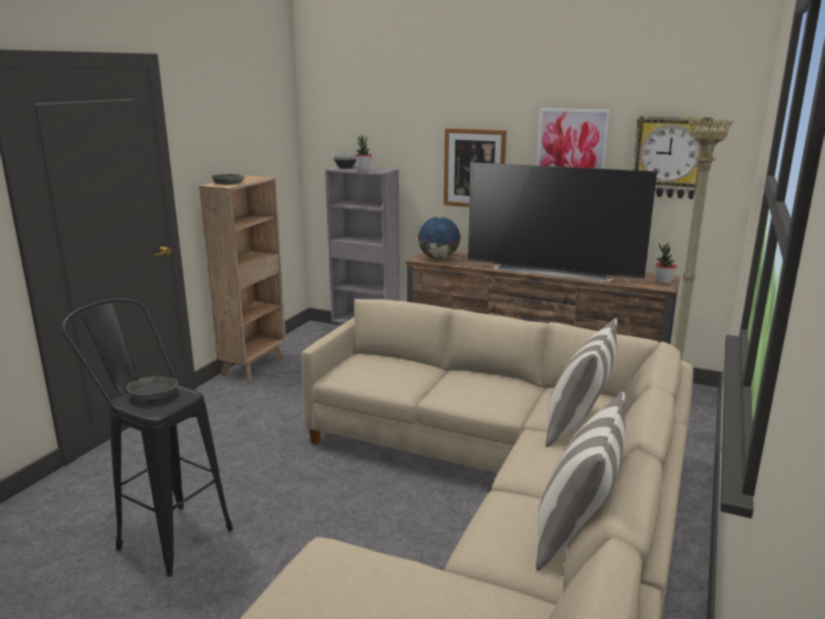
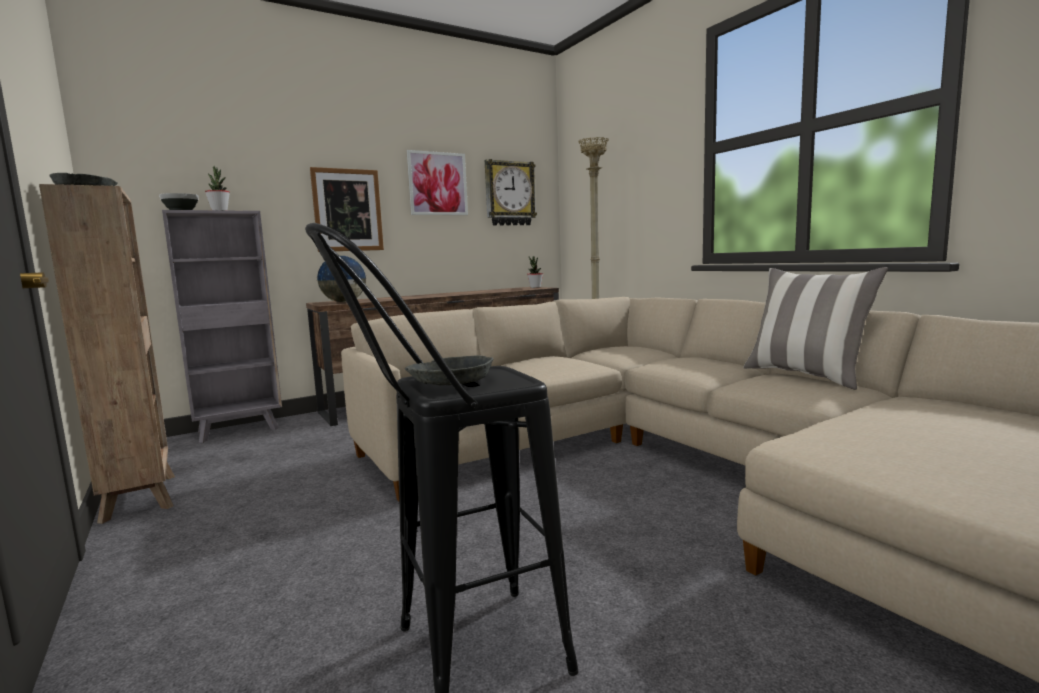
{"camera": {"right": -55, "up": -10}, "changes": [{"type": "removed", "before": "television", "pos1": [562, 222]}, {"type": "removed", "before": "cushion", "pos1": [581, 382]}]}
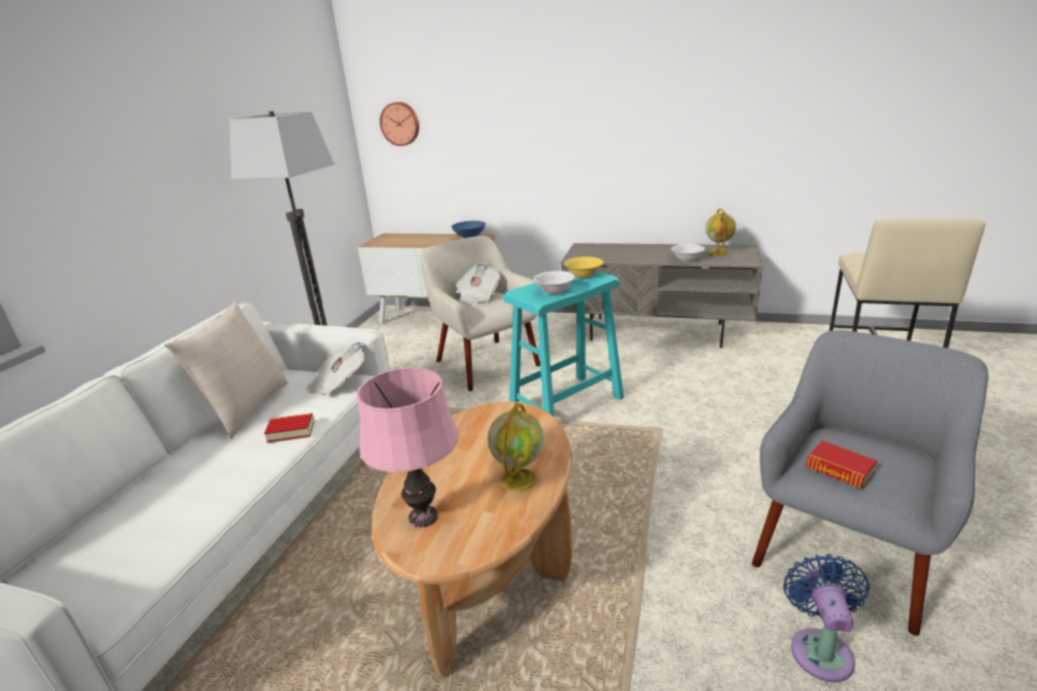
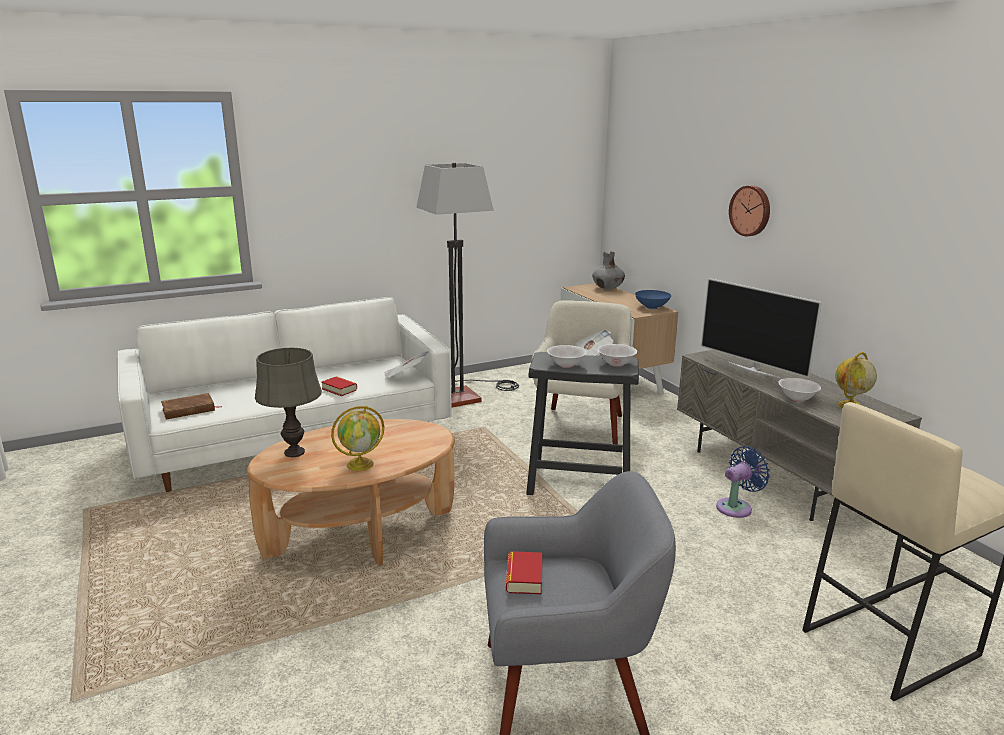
{"camera": {"right": 45, "up": -5}, "changes": [{"type": "added", "after": "bound book (brownish)", "pos2": [191, 406]}, {"type": "recoloured", "before": "tabletop lamp (pink)", "after": "tabletop lamp (gray)", "pos1": [408, 448], "pos2": [288, 402]}, {"type": "recoloured", "before": "stool (turquoise)", "after": "stool (black)", "pos1": [563, 344], "pos2": [582, 423]}, {"type": "added", "after": "decorative vase (gray)", "pos2": [608, 270]}, {"type": "recoloured", "before": "serving bowl (yellowish)", "after": "serving bowl (white-coloured)", "pos1": [584, 268], "pos2": [617, 355]}, {"type": "added", "after": "television", "pos2": [761, 328]}, {"type": "moved", "before": "cooling fan (blue-coloured)", "pos1": [826, 618], "pos2": [743, 482]}, {"type": "moved", "before": "wall clock", "pos1": [399, 124], "pos2": [749, 210]}, {"type": "removed", "before": "cushion (beige-coloured)", "pos1": [226, 370]}]}
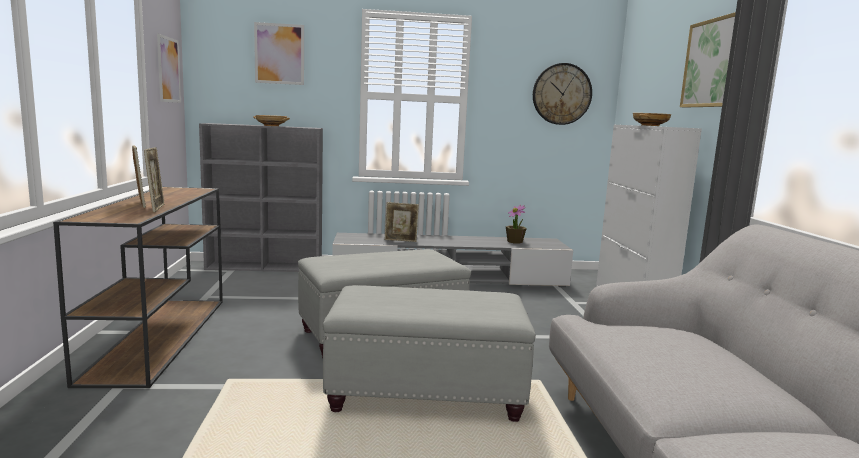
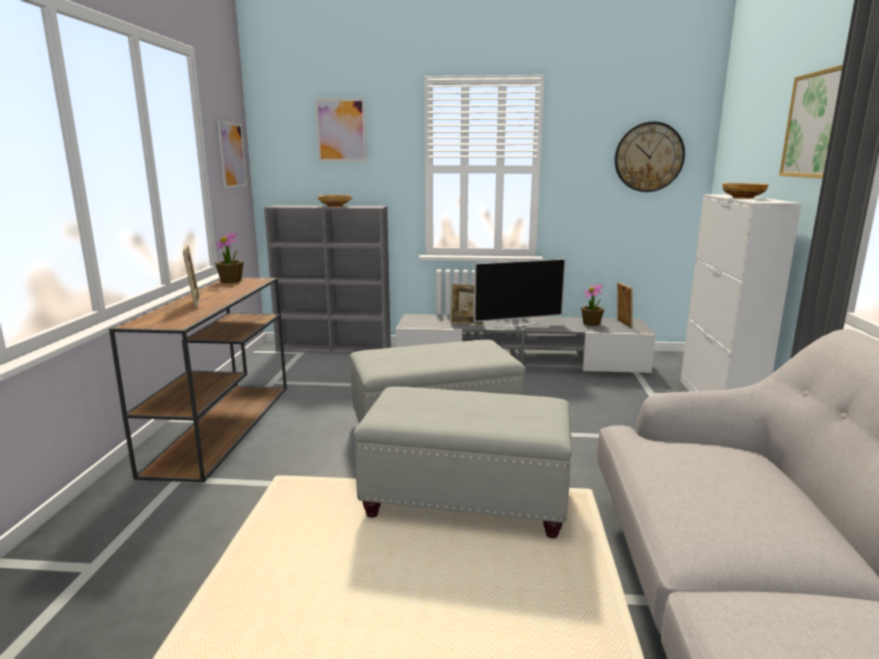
{"camera": {"right": 10, "up": 5}, "changes": [{"type": "added", "after": "houseplant", "pos2": [229, 257]}, {"type": "added", "after": "television", "pos2": [520, 293]}, {"type": "moved", "before": "photo frame", "pos1": [154, 179], "pos2": [625, 305]}]}
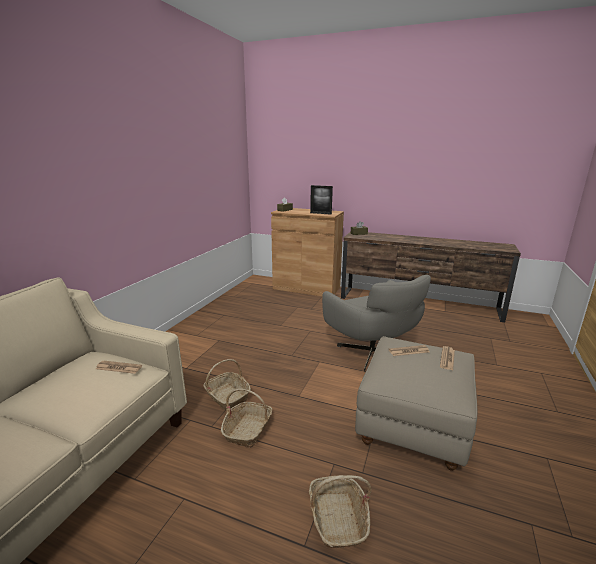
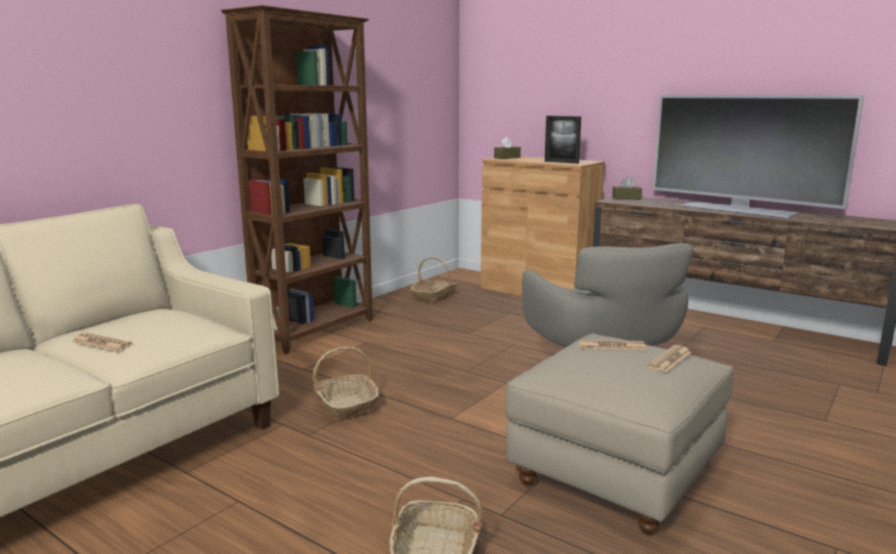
{"camera": {"right": 15, "up": -5}, "changes": [{"type": "moved", "before": "printed paper", "pos1": [119, 367], "pos2": [101, 342]}, {"type": "added", "after": "bookshelf (brownish)", "pos2": [297, 179]}, {"type": "moved", "before": "basket", "pos1": [246, 418], "pos2": [434, 280]}, {"type": "added", "after": "television", "pos2": [758, 157]}]}
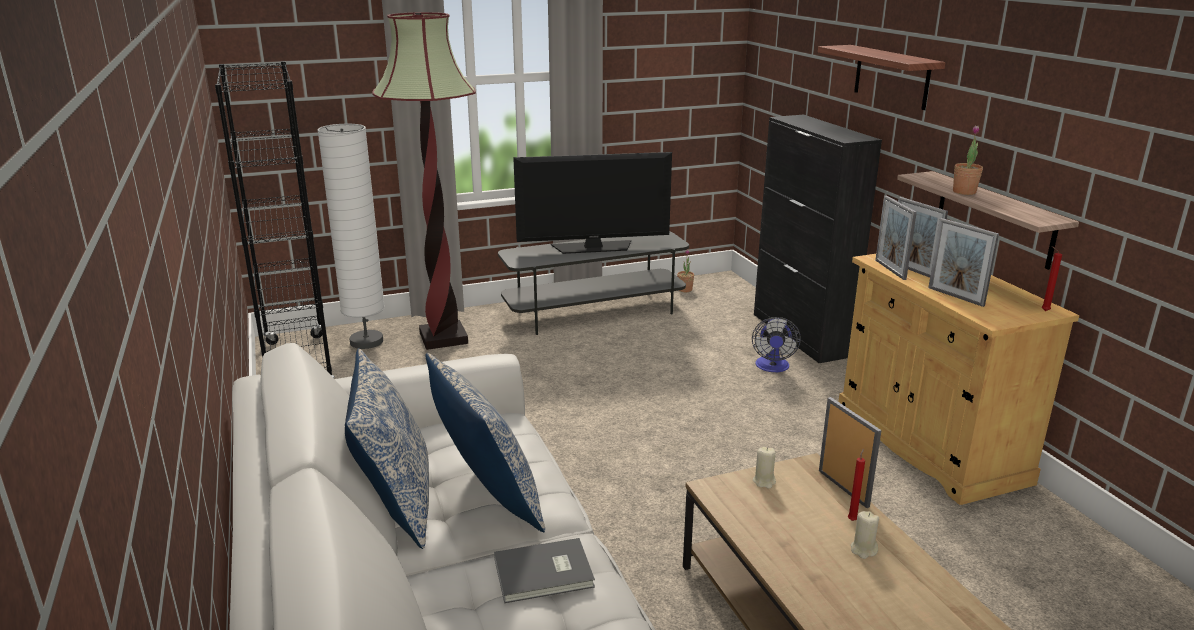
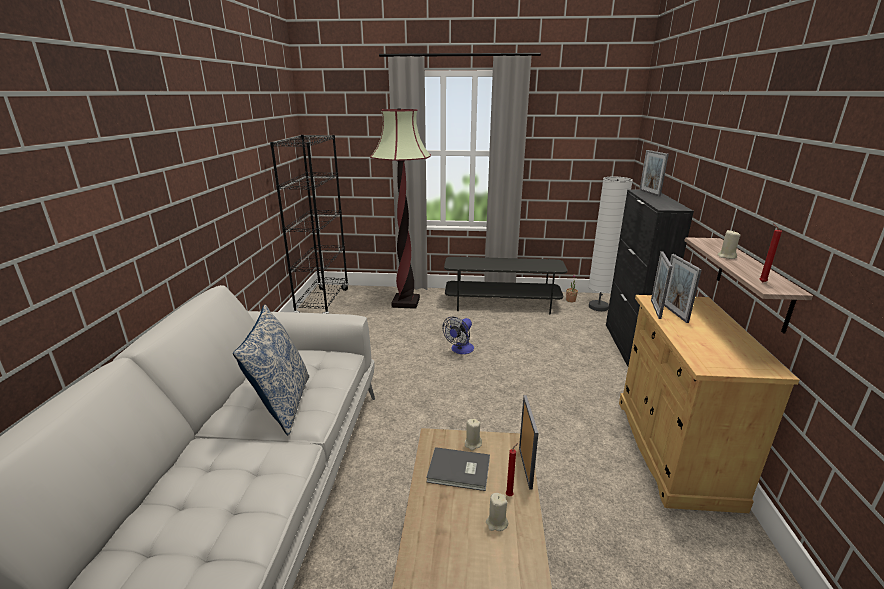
{"camera": {"right": 25, "up": 0}, "changes": [{"type": "moved", "before": "bound book (gray)", "pos1": [544, 570], "pos2": [458, 469]}, {"type": "moved", "before": "cooling fan", "pos1": [776, 344], "pos2": [458, 335]}, {"type": "moved", "before": "standard lamp (white-coloured)", "pos1": [351, 236], "pos2": [610, 244]}, {"type": "moved", "before": "photo frame", "pos1": [963, 262], "pos2": [654, 173]}, {"type": "replaced", "before": "houseplant", "after": "candle (beige-coloured)", "pos1": [968, 160], "pos2": [728, 244]}, {"type": "moved", "before": "candle (reddish)", "pos1": [1052, 278], "pos2": [770, 252]}, {"type": "removed", "before": "cushion", "pos1": [387, 448]}, {"type": "removed", "before": "television", "pos1": [592, 203]}, {"type": "removed", "before": "bracket shelf", "pos1": [882, 77]}]}
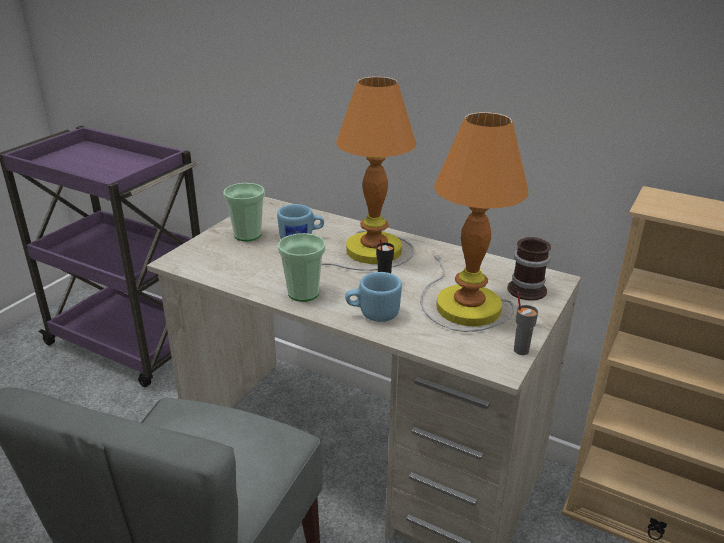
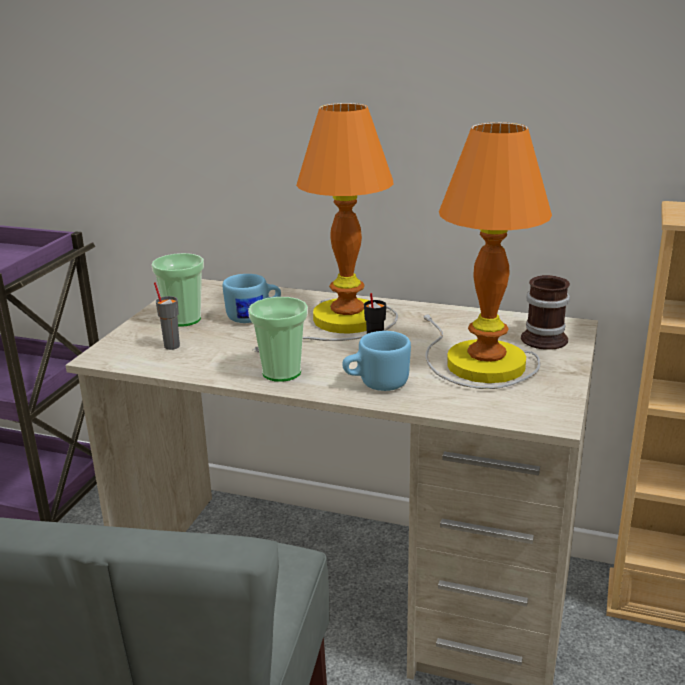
{"camera": {"right": -10, "up": -5}, "changes": [{"type": "moved", "before": "small cup (gray)", "pos1": [526, 323], "pos2": [167, 316]}]}
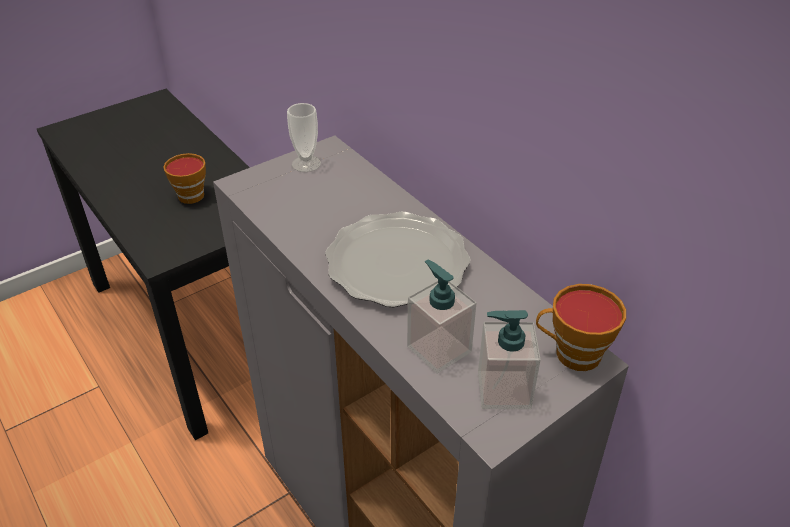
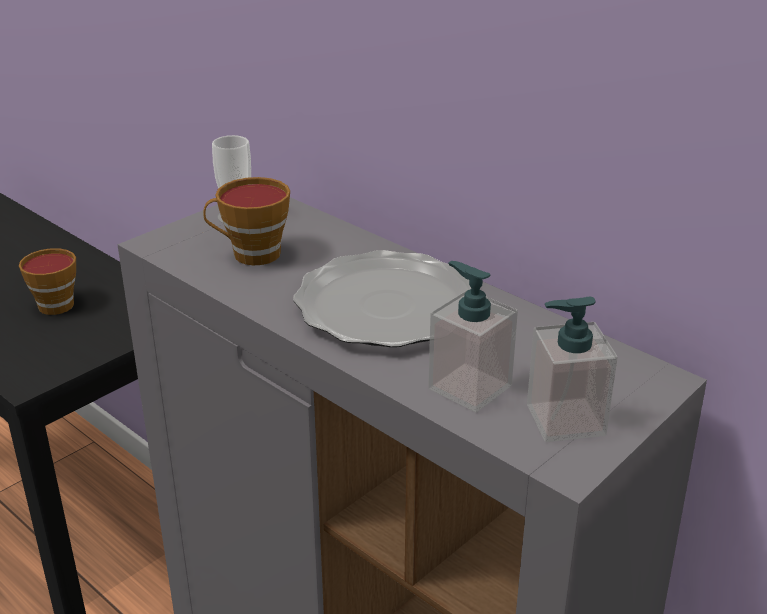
{"camera": {"right": -10, "up": -10}, "changes": [{"type": "moved", "before": "small cup", "pos1": [581, 327], "pos2": [246, 221]}]}
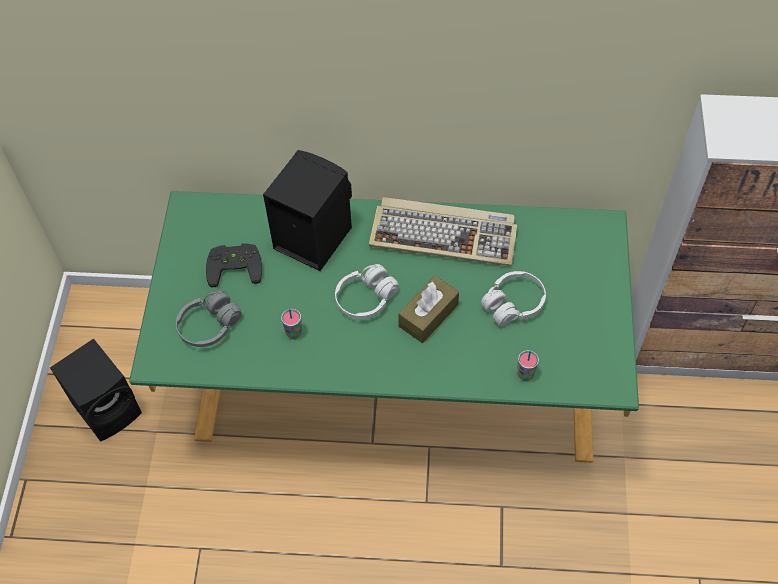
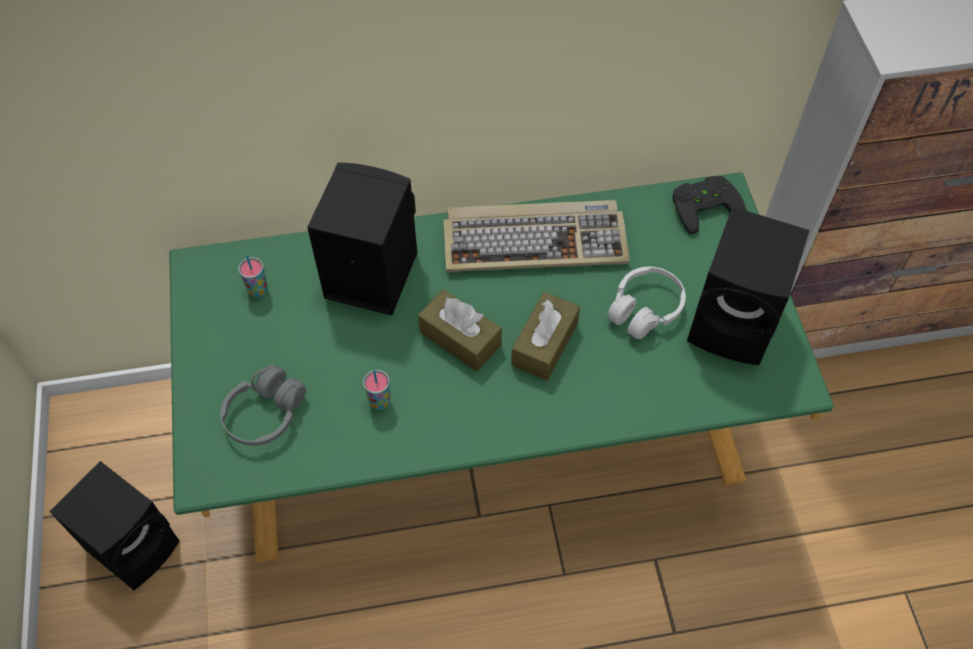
{"camera": {"right": -15, "up": 0}, "changes": [{"type": "moved", "before": "small cup", "pos1": [528, 365], "pos2": [253, 276]}, {"type": "replaced", "before": "headset (white-coloured)", "after": "box of tissues (brownish)", "pos1": [367, 291], "pos2": [460, 330]}, {"type": "moved", "before": "game controller (black)", "pos1": [234, 265], "pos2": [709, 205]}, {"type": "added", "after": "speaker (black)", "pos2": [748, 286]}]}
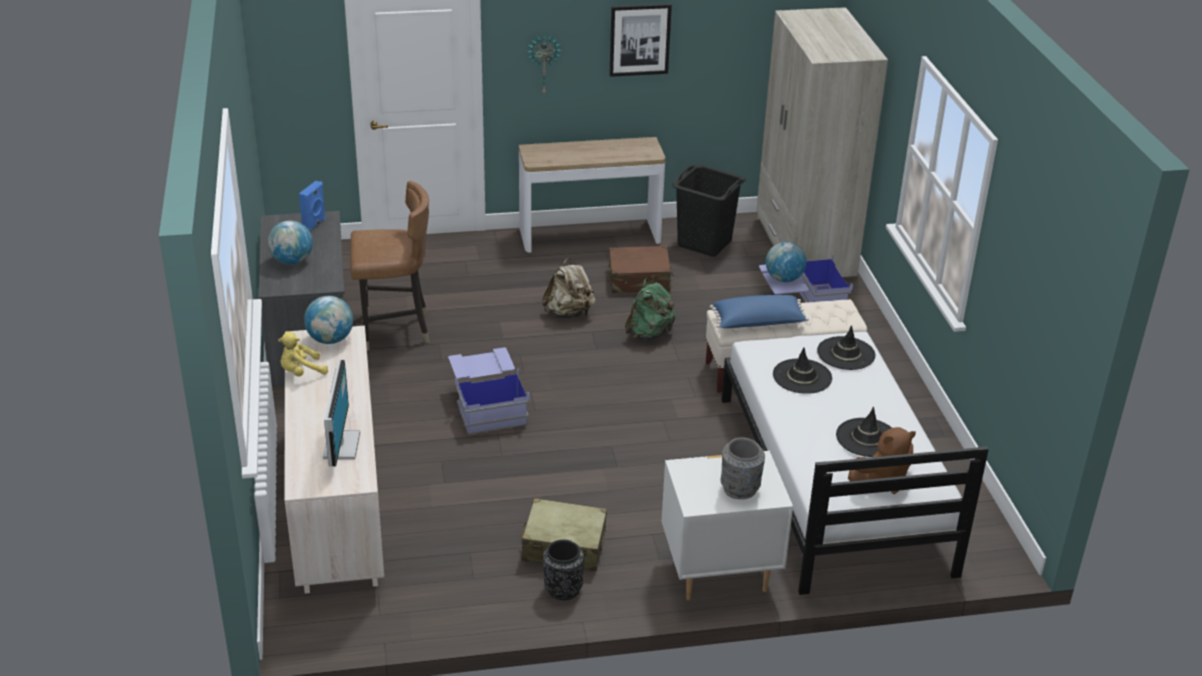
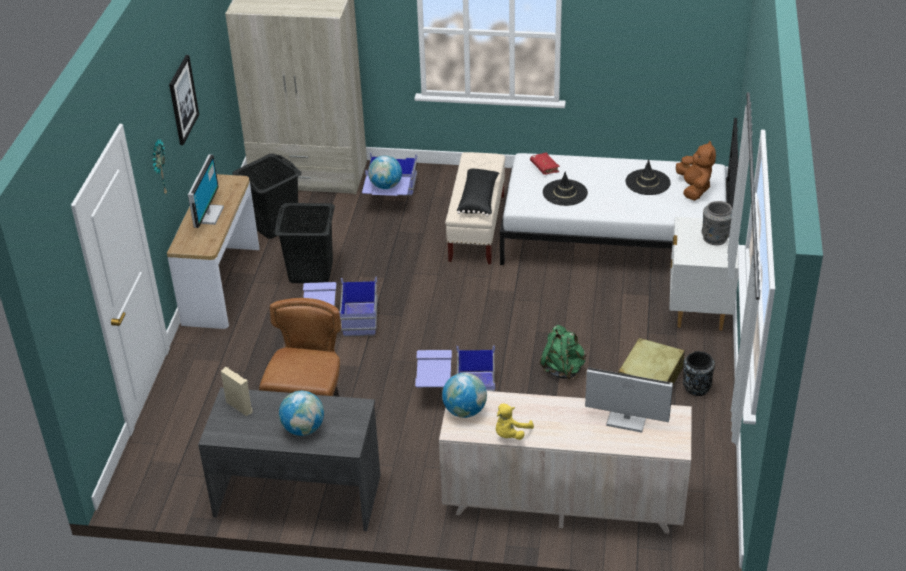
{"camera": {"right": -70, "up": 5}, "changes": [{"type": "added", "after": "monitor", "pos2": [206, 191]}, {"type": "recoloured", "before": "speaker (blue-coloured)", "after": "speaker (beige-coloured)", "pos1": [312, 206], "pos2": [236, 391]}, {"type": "replaced", "before": "suitcase (brownish)", "after": "washing basket (black)", "pos1": [641, 269], "pos2": [304, 243]}, {"type": "replaced", "before": "backpack (beige-coloured)", "after": "storage bin (blue-coloured)", "pos1": [569, 288], "pos2": [340, 307]}, {"type": "recoloured", "before": "cushion (blue-coloured)", "after": "cushion (black)", "pos1": [759, 311], "pos2": [478, 193]}, {"type": "turned", "before": "plush toy (yellowish)", "pos1": [303, 354], "pos2": [515, 421], "turn": 45}, {"type": "replaced", "before": "hat (black)", "after": "bound book (reddish)", "pos1": [846, 347], "pos2": [545, 164]}, {"type": "moved", "before": "backpack (green-coloured)", "pos1": [650, 309], "pos2": [563, 352]}]}
